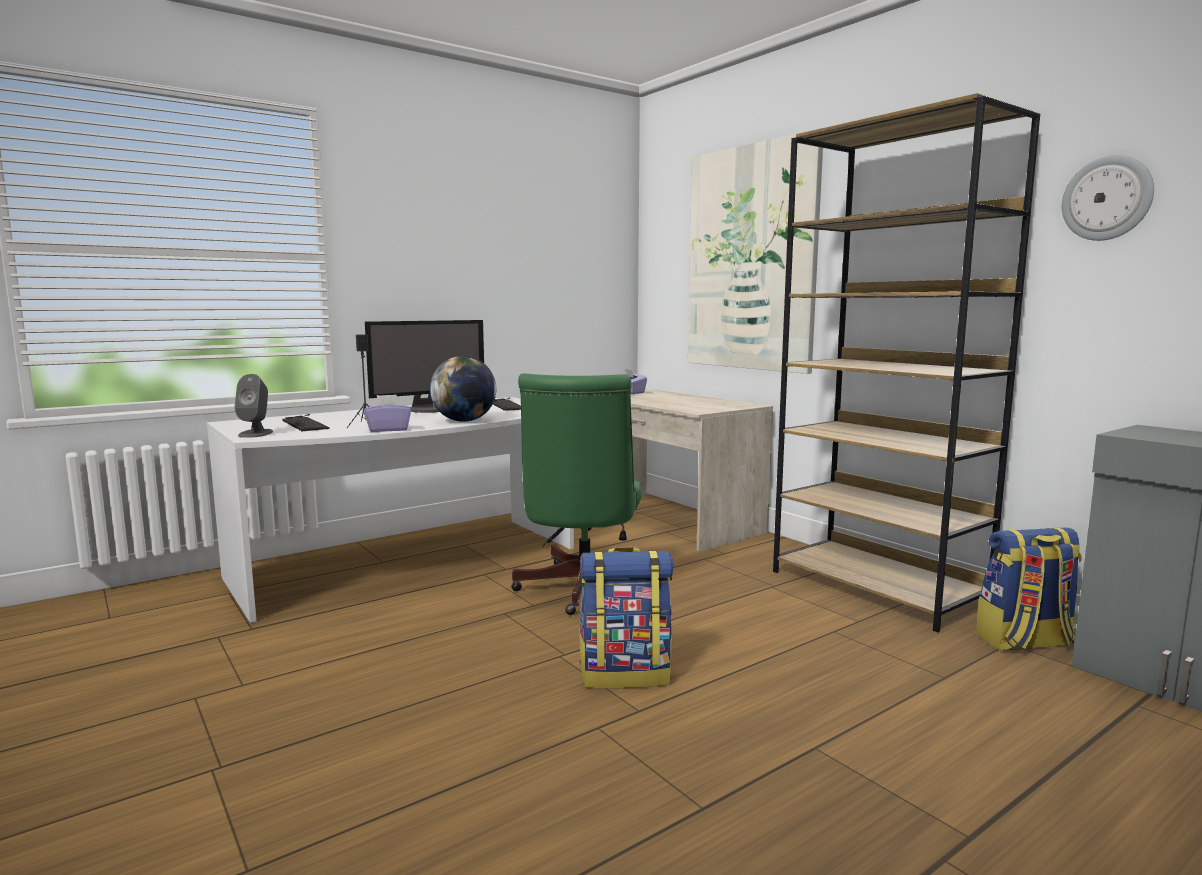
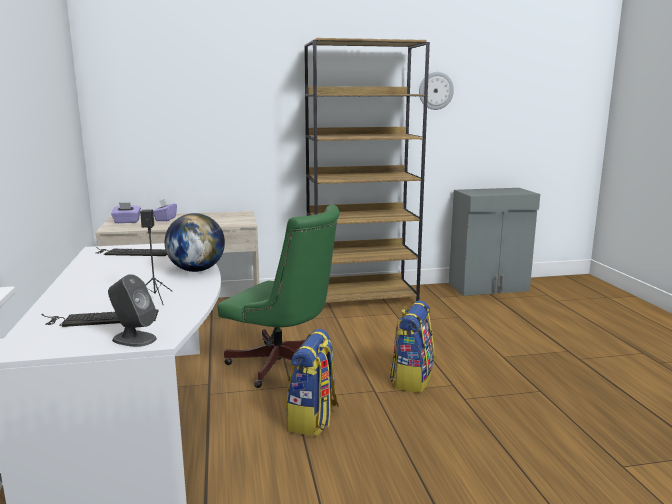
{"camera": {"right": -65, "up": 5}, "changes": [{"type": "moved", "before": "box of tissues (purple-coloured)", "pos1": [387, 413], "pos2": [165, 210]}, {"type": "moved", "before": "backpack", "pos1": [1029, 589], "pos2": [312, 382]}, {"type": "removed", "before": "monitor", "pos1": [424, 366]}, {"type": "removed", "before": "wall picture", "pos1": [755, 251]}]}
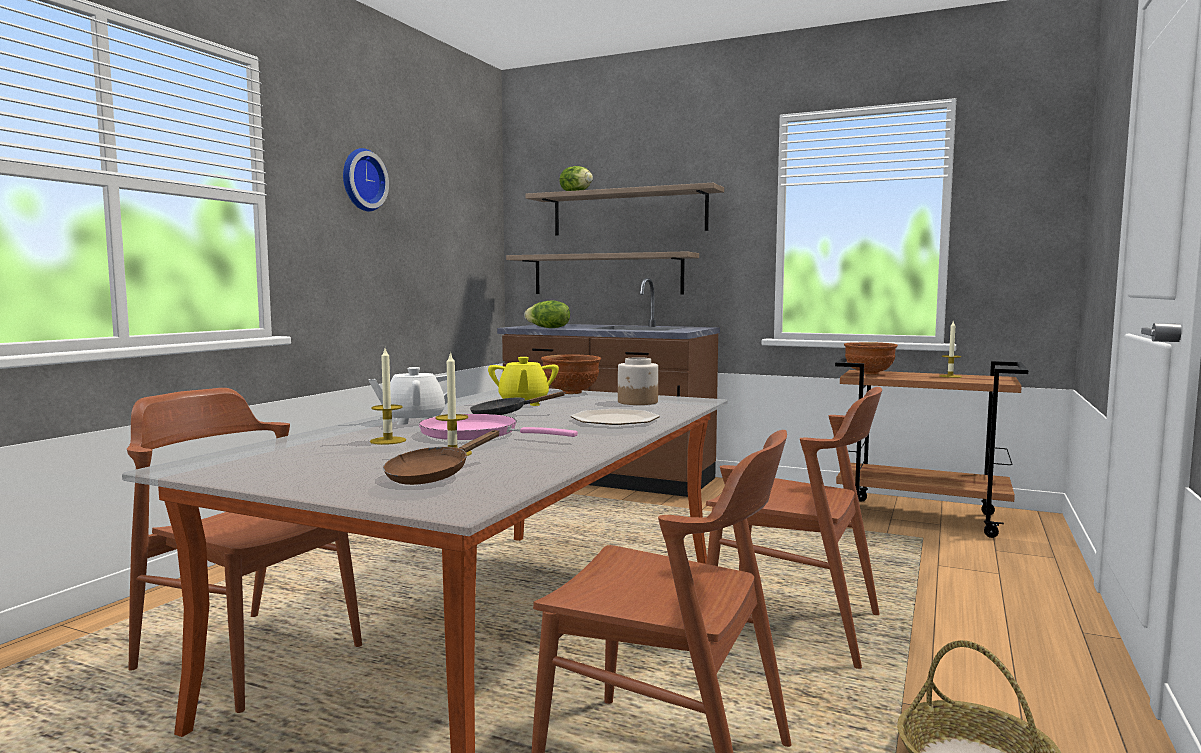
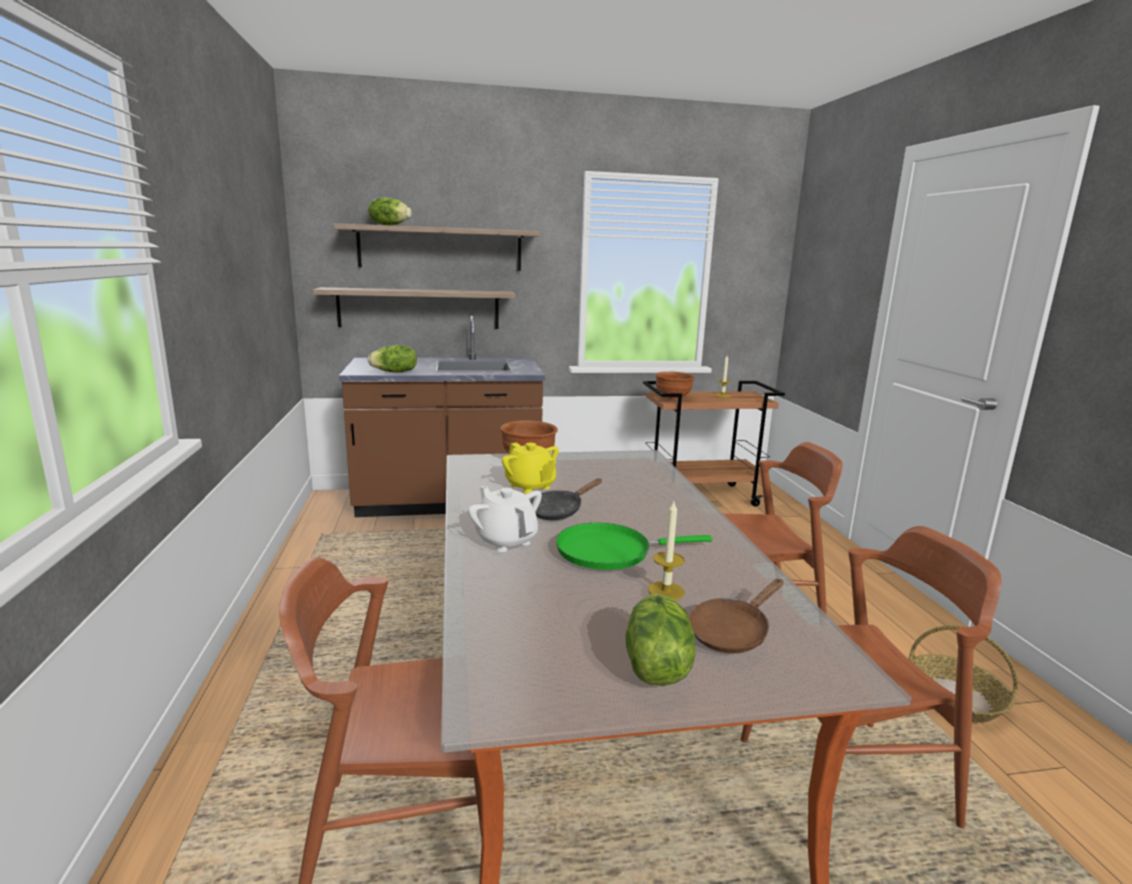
{"camera": {"right": -35, "up": 10}, "changes": [{"type": "turned", "before": "teapot (white-coloured)", "pos1": [413, 396], "pos2": [505, 519], "turn": 105}, {"type": "recoloured", "before": "skillet (pink)", "after": "skillet (green-coloured)", "pos1": [498, 427], "pos2": [634, 546]}, {"type": "added", "after": "head of lettuce", "pos2": [661, 640]}, {"type": "turned", "before": "skillet (brownish)", "pos1": [441, 457], "pos2": [736, 616], "turn": 45}, {"type": "removed", "before": "wall clock", "pos1": [366, 179]}, {"type": "removed", "before": "candle", "pos1": [388, 396]}, {"type": "removed", "before": "flat dish", "pos1": [615, 417]}, {"type": "removed", "before": "jar", "pos1": [638, 381]}]}
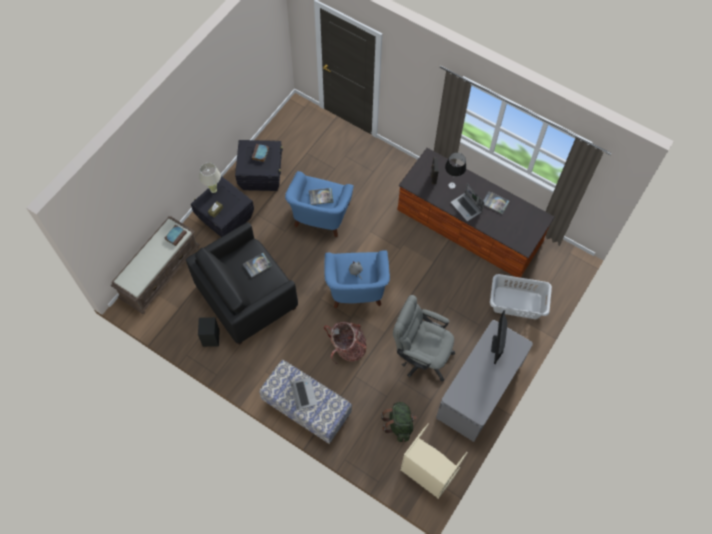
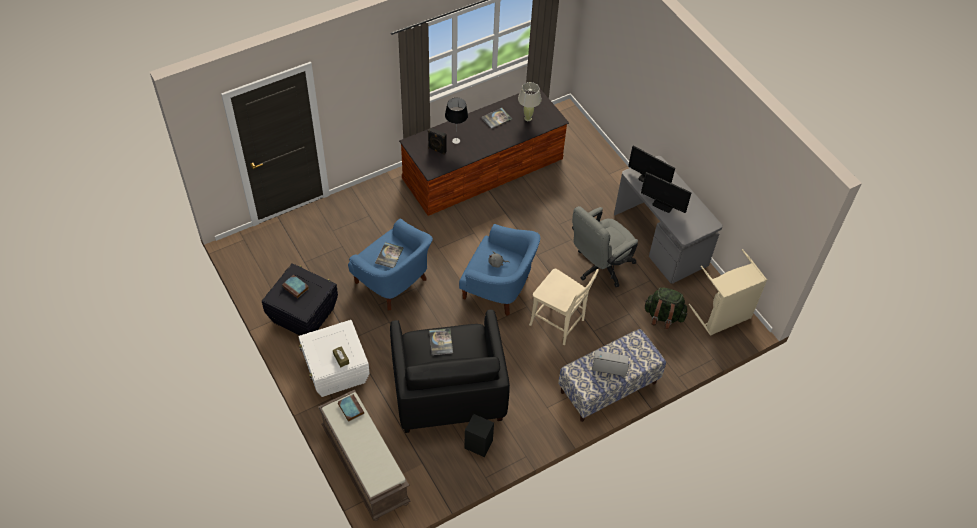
{"camera": {"right": -65, "up": -10}, "changes": [{"type": "recoloured", "before": "storage bin (black)", "after": "storage bin (white-coloured)", "pos1": [222, 207], "pos2": [334, 358]}, {"type": "moved", "before": "tabletop lamp (beige-coloured)", "pos1": [210, 178], "pos2": [530, 101]}, {"type": "replaced", "before": "backpack", "after": "chair (beige-coloured)", "pos1": [345, 343], "pos2": [564, 307]}, {"type": "added", "after": "monitor", "pos2": [666, 192]}, {"type": "removed", "before": "portable computer", "pos1": [467, 202]}, {"type": "removed", "before": "washing basket (gray)", "pos1": [521, 296]}]}
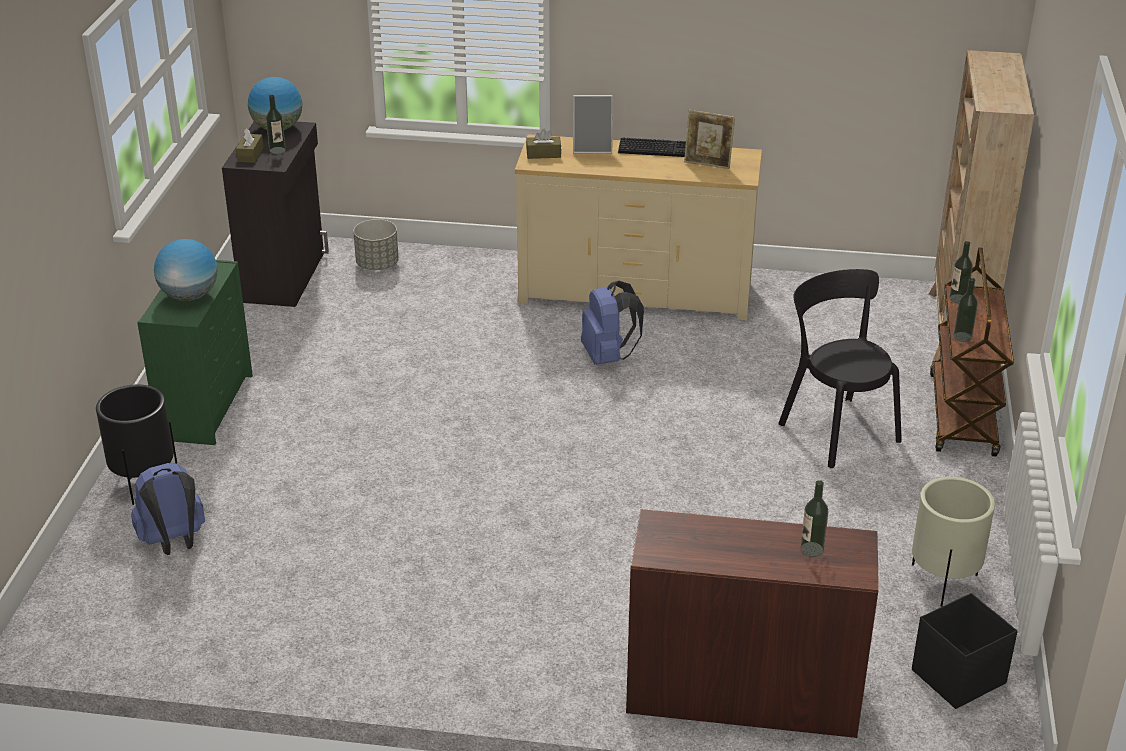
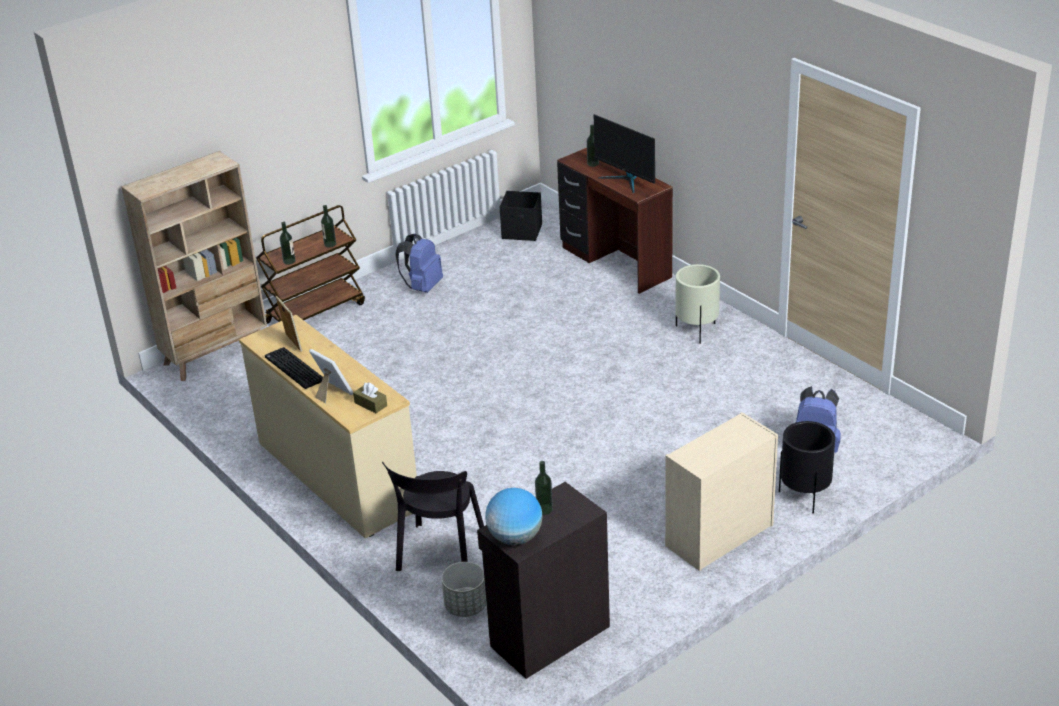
{"camera": {"right": -135, "up": 0}, "changes": [{"type": "moved", "before": "chair (black)", "pos1": [840, 368], "pos2": [433, 516]}, {"type": "moved", "before": "backpack (blue-coloured)", "pos1": [612, 322], "pos2": [419, 263]}, {"type": "added", "after": "monitor", "pos2": [624, 154]}, {"type": "recoloured", "before": "chest of drawers (green-coloured)", "after": "chest of drawers (beige-coloured)", "pos1": [195, 352], "pos2": [721, 491]}, {"type": "moved", "before": "planter (beige-coloured)", "pos1": [953, 542], "pos2": [697, 304]}, {"type": "removed", "before": "globe", "pos1": [186, 270]}, {"type": "removed", "before": "box of tissues (brownish)", "pos1": [250, 145]}]}
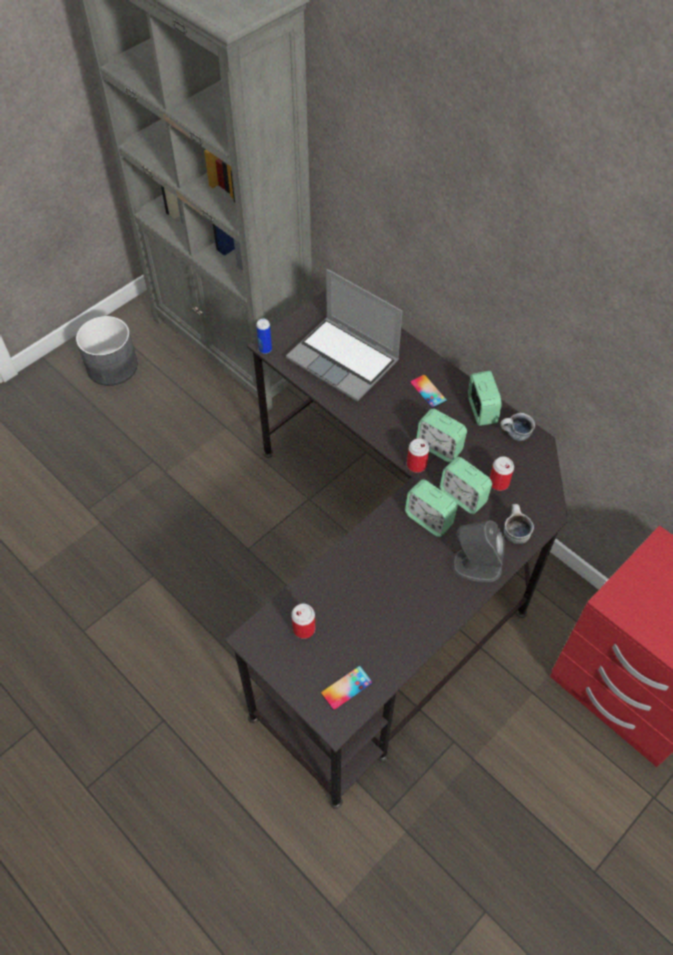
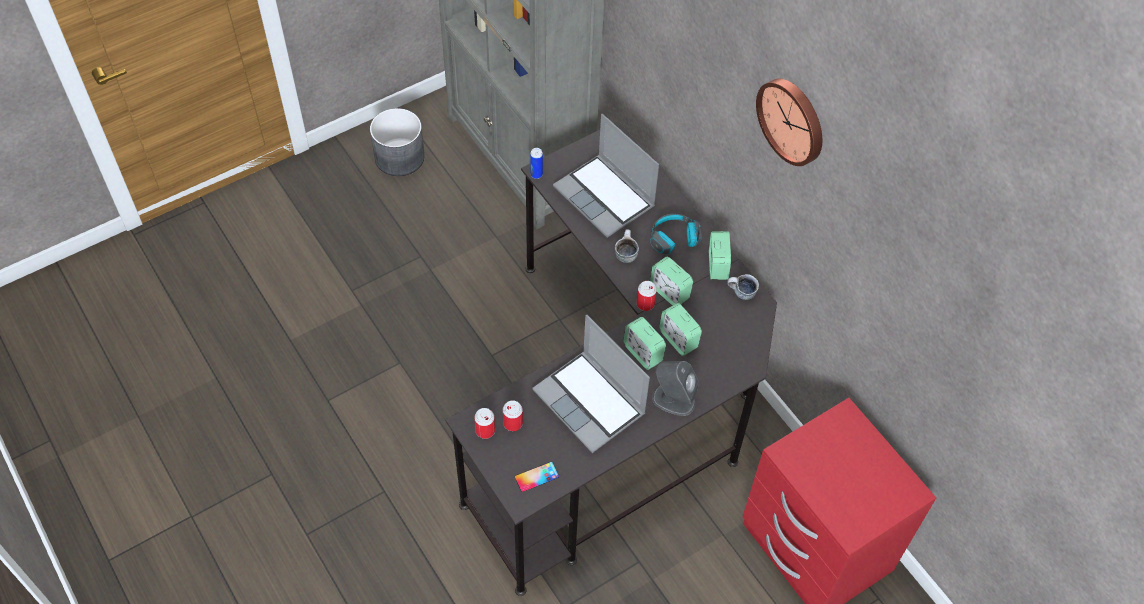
{"camera": {"right": 10, "up": 0}, "changes": [{"type": "moved", "before": "metal can", "pos1": [502, 473], "pos2": [484, 423]}, {"type": "added", "after": "portable computer", "pos2": [591, 384]}, {"type": "moved", "before": "coffee mug", "pos1": [519, 524], "pos2": [627, 246]}, {"type": "replaced", "before": "phone", "after": "headset", "pos1": [428, 391], "pos2": [676, 234]}, {"type": "added", "after": "wall clock", "pos2": [789, 122]}]}
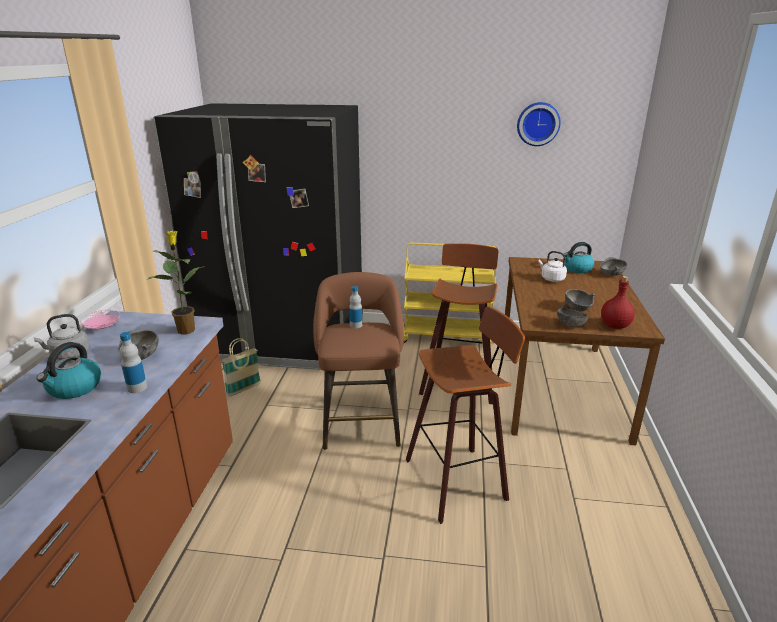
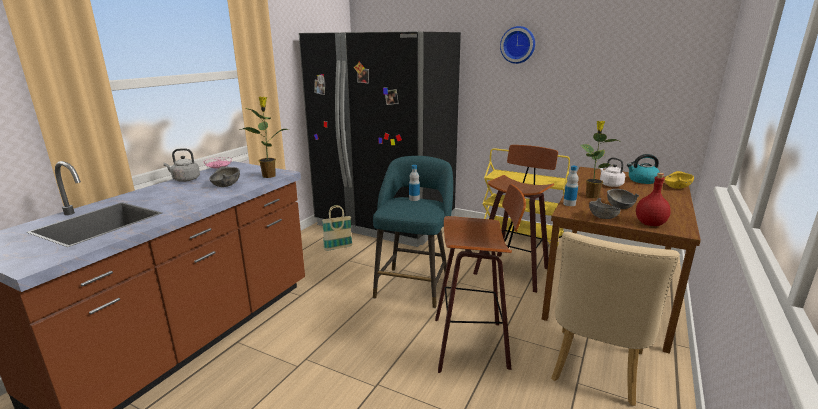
{"camera": {"right": 20, "up": -5}, "changes": [{"type": "recoloured", "before": "stool (brownish)", "after": "stool (turquoise)", "pos1": [358, 361], "pos2": [413, 232]}, {"type": "moved", "before": "wall clock", "pos1": [538, 124], "pos2": [517, 45]}, {"type": "added", "after": "chair (beige-coloured)", "pos2": [615, 319]}, {"type": "moved", "before": "bottle", "pos1": [133, 362], "pos2": [571, 186]}, {"type": "added", "after": "houseplant", "pos2": [601, 159]}, {"type": "recoloured", "before": "serving bowl (gray)", "after": "serving bowl (yellowish)", "pos1": [613, 266], "pos2": [679, 180]}, {"type": "removed", "before": "kettle", "pos1": [68, 370]}]}
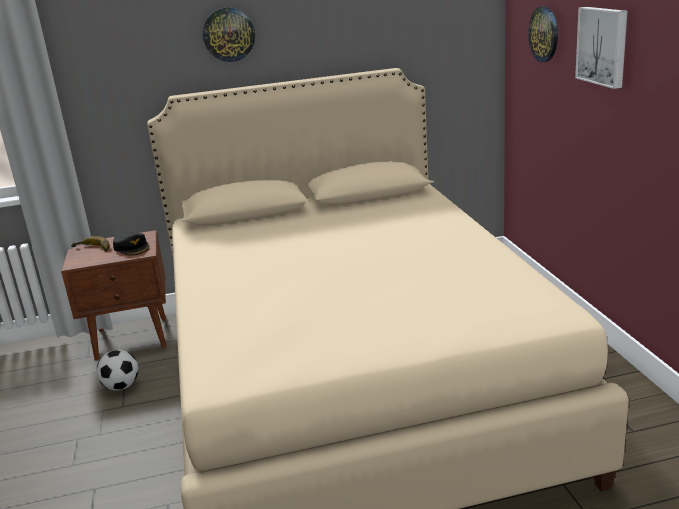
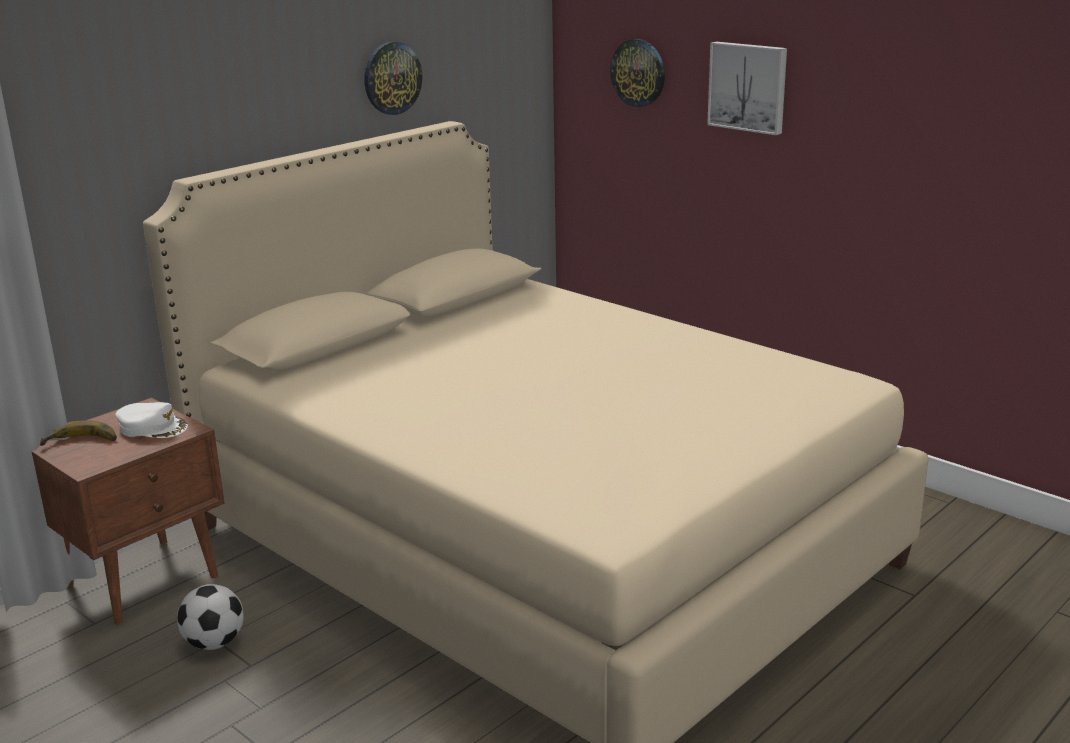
{"camera": {"right": -35, "up": 0}, "changes": [{"type": "recoloured", "before": "cap (black)", "after": "cap (white-coloured)", "pos1": [131, 243], "pos2": [151, 420]}, {"type": "moved", "before": "wall clock", "pos1": [229, 34], "pos2": [393, 78]}]}
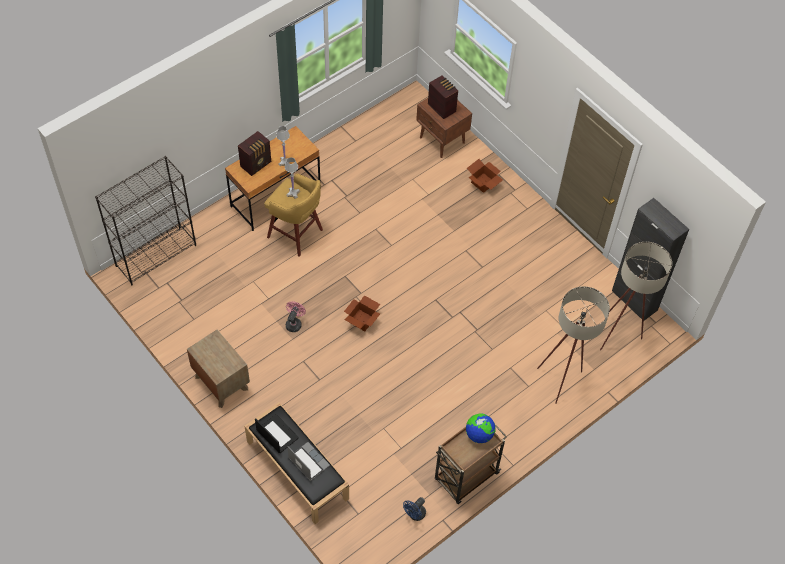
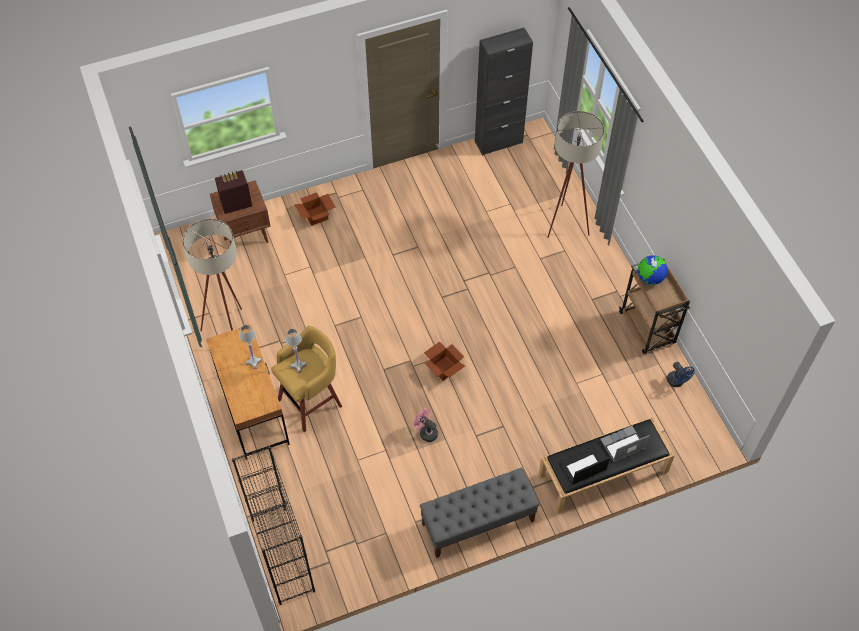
{"camera": {"right": -70, "up": 0}, "changes": [{"type": "moved", "before": "standard lamp (beige-coloured)", "pos1": [636, 296], "pos2": [212, 275]}, {"type": "replaced", "before": "bedside table (brownish)", "after": "bench (gray)", "pos1": [218, 369], "pos2": [480, 513]}, {"type": "removed", "before": "radio receiver", "pos1": [254, 153]}]}
